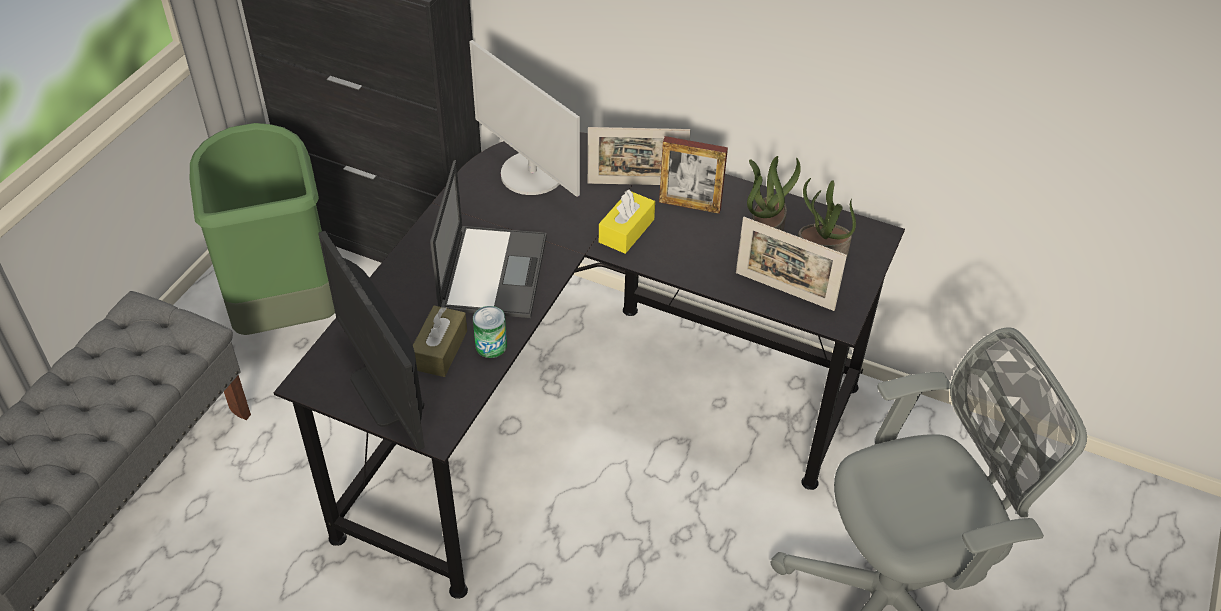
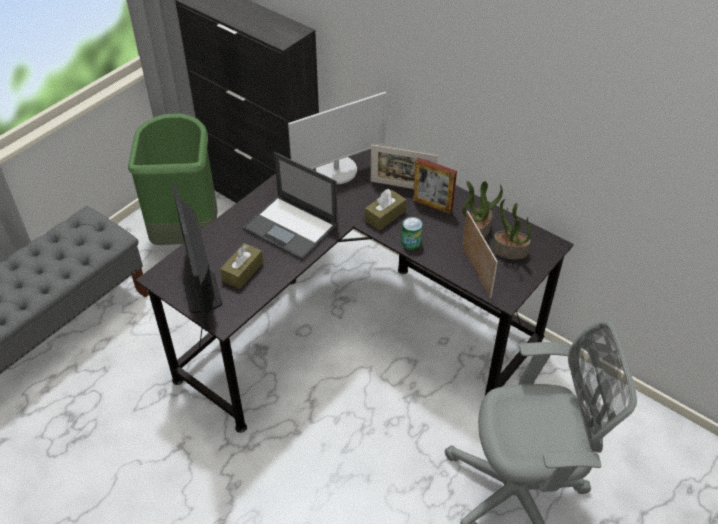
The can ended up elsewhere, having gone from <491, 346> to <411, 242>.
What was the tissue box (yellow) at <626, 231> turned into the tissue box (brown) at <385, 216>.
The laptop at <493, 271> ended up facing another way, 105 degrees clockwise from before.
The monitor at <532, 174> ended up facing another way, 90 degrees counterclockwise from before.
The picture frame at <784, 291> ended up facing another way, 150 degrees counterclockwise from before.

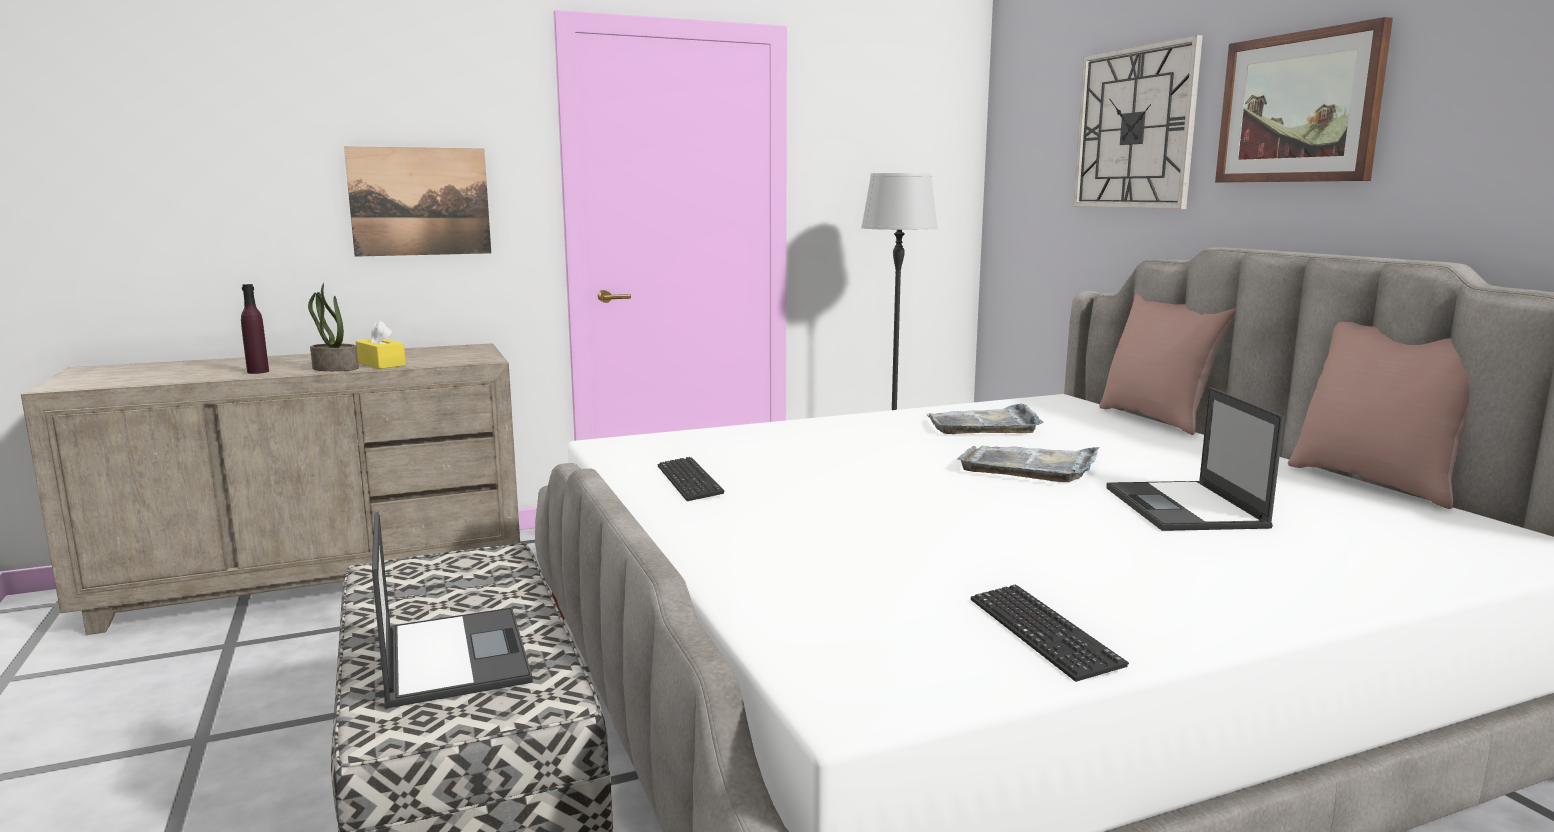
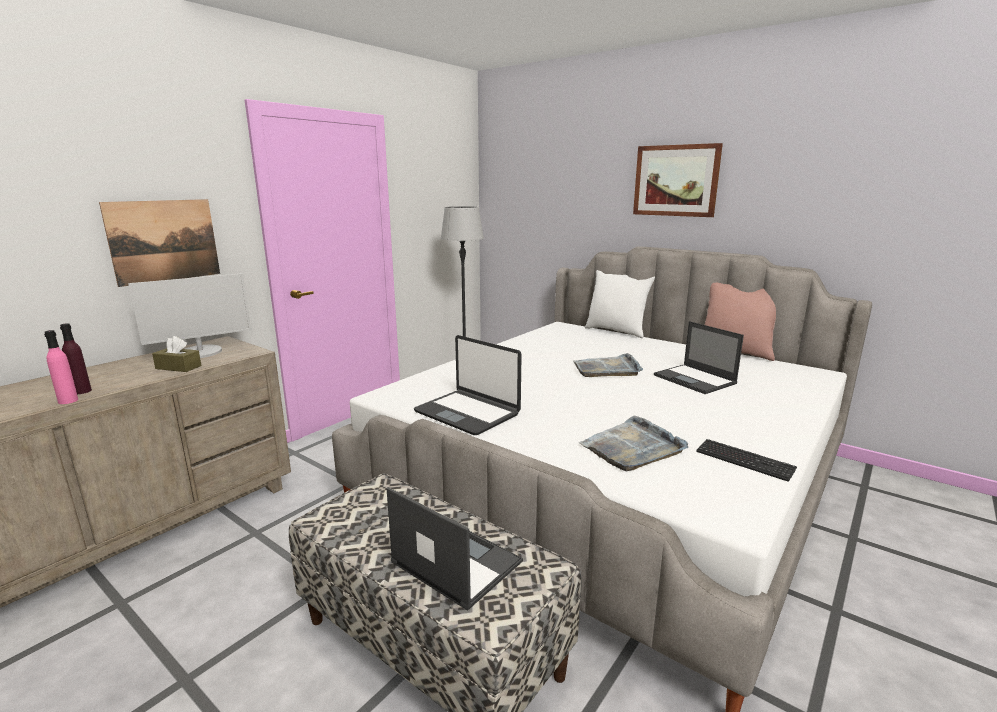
The second view lost the potted plant at <334, 368>.
The second view lost the wall clock at <1134, 128>.
The second view gained the bottle (pink) at <68, 401>.
The second view gained the monitor at <201, 352>.
The tray (grey) ended up elsewhere, having gone from <983, 425> to <633, 447>.
Where the keyboard stood at <689, 481>, the laptop came to stand at <468, 413>.
What was the tissue box (yellow) at <381, 364> turned into the tissue box (brown) at <178, 367>.
What was the pillow (pink) at <1158, 419> turned into the pillow (white) at <616, 331>.

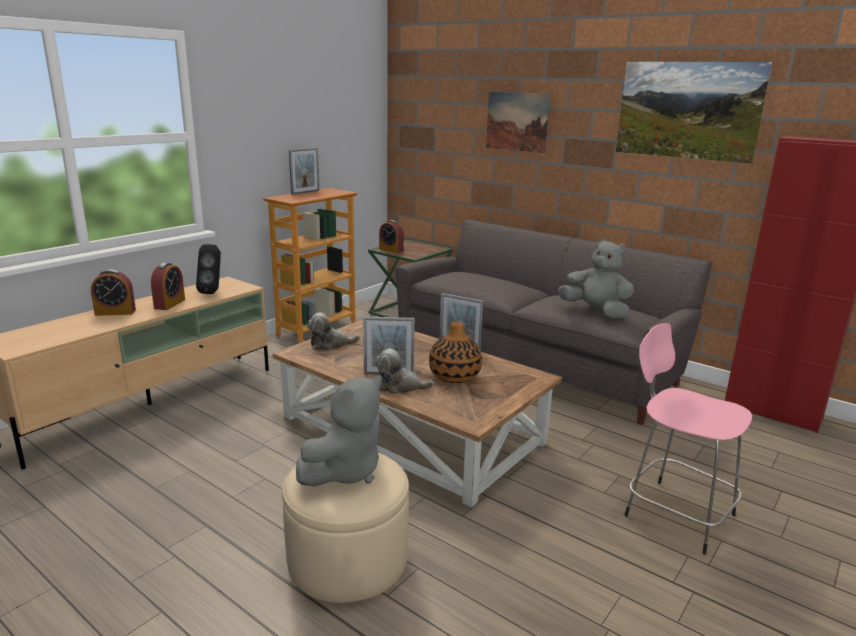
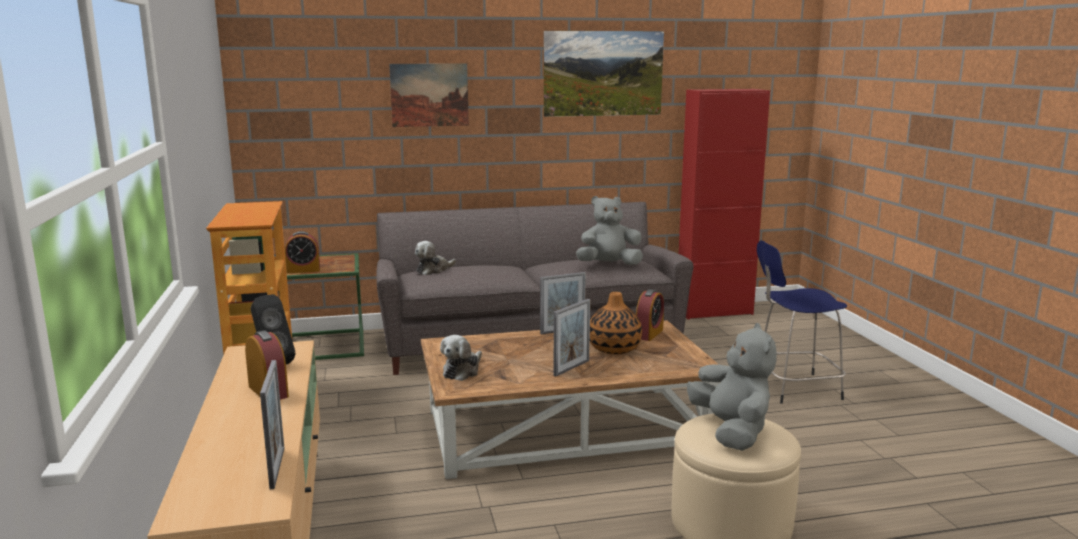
The alarm clock ended up elsewhere, having gone from <115, 312> to <649, 334>.
The picture frame ended up elsewhere, having gone from <305, 192> to <277, 468>.
The plush toy ended up elsewhere, having gone from <400, 386> to <433, 270>.
What was the stool (pink) at <675, 513> turned into the stool (blue) at <794, 388>.

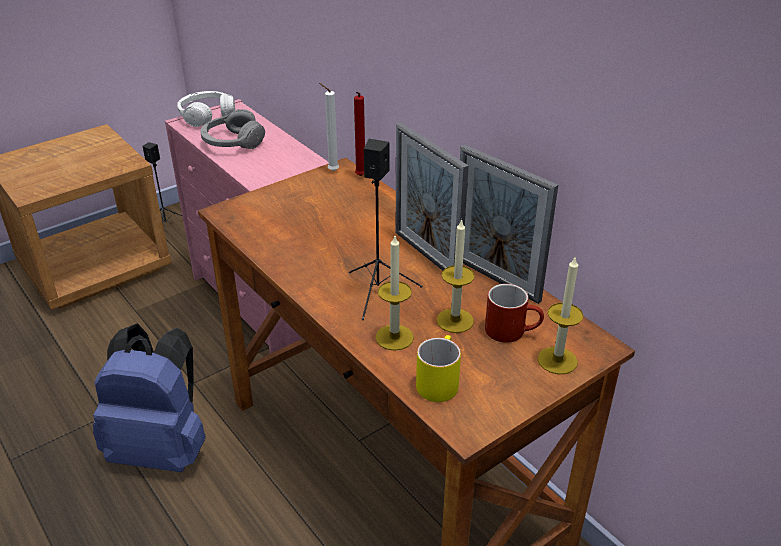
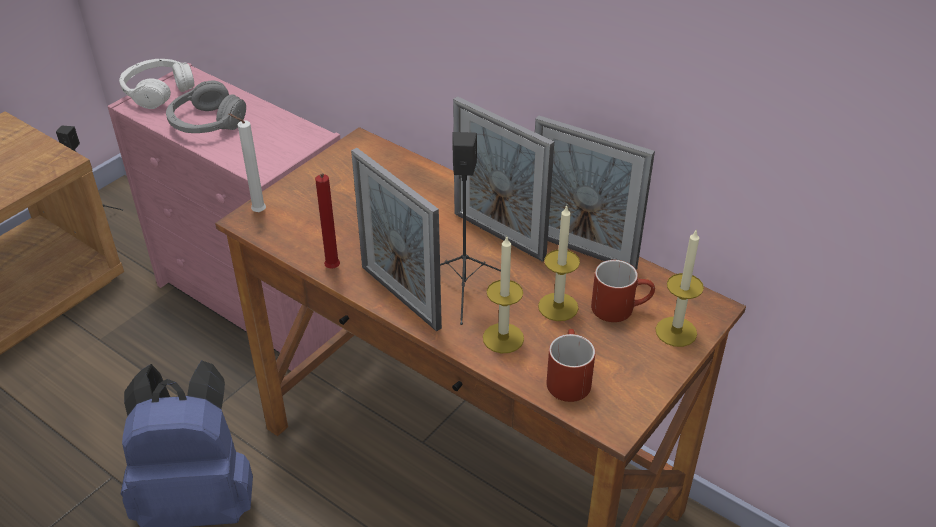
The second view gained the picture frame at <400, 297>.
The candle (white) ended up elsewhere, having gone from <331, 171> to <256, 212>.
The candle (red) ended up elsewhere, having gone from <360, 177> to <332, 270>.
What was the mug (yellow) at <438, 380> turned into the mug (red) at <566, 377>.

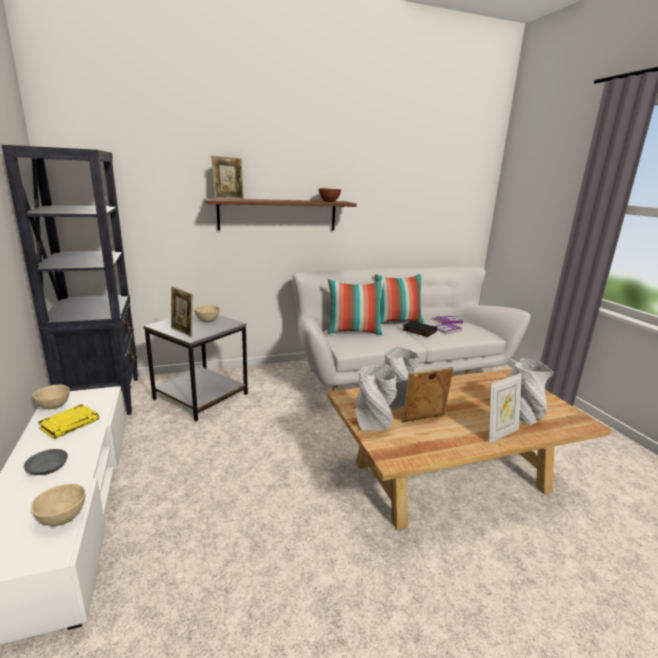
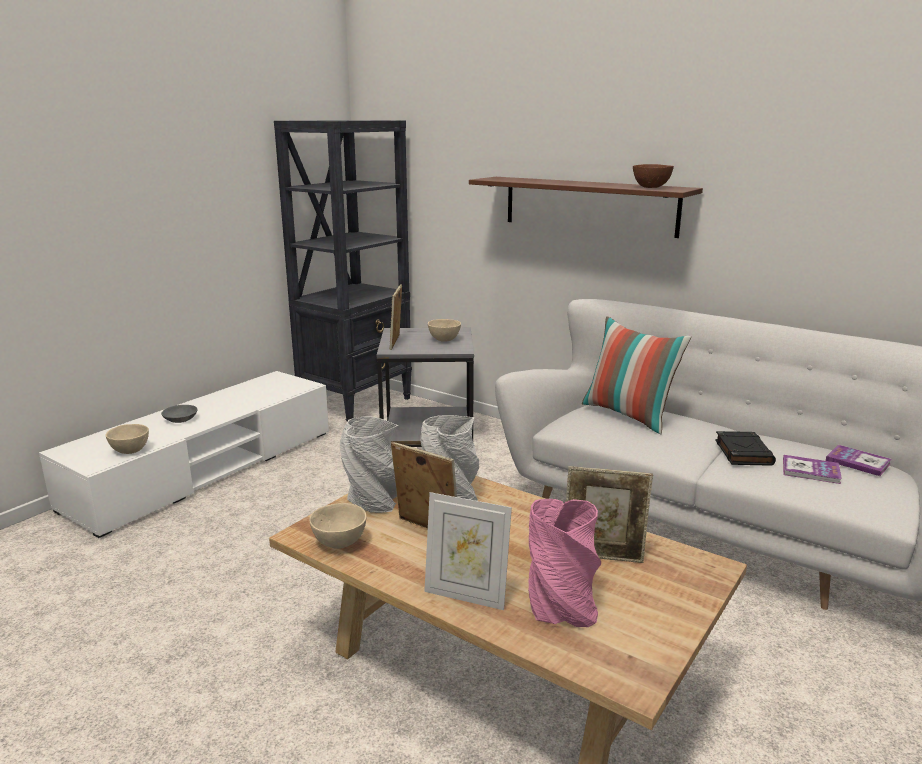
The second view lost the book (yellow) at <70, 424>.
The second view lost the pillow at <397, 321>.
The bowl (beige) ended up elsewhere, having gone from <54, 406> to <339, 544>.
The picture frame ended up elsewhere, having gone from <229, 199> to <603, 556>.
What was the vase (grey) at <523, 415> turned into the vase (pink) at <561, 607>.

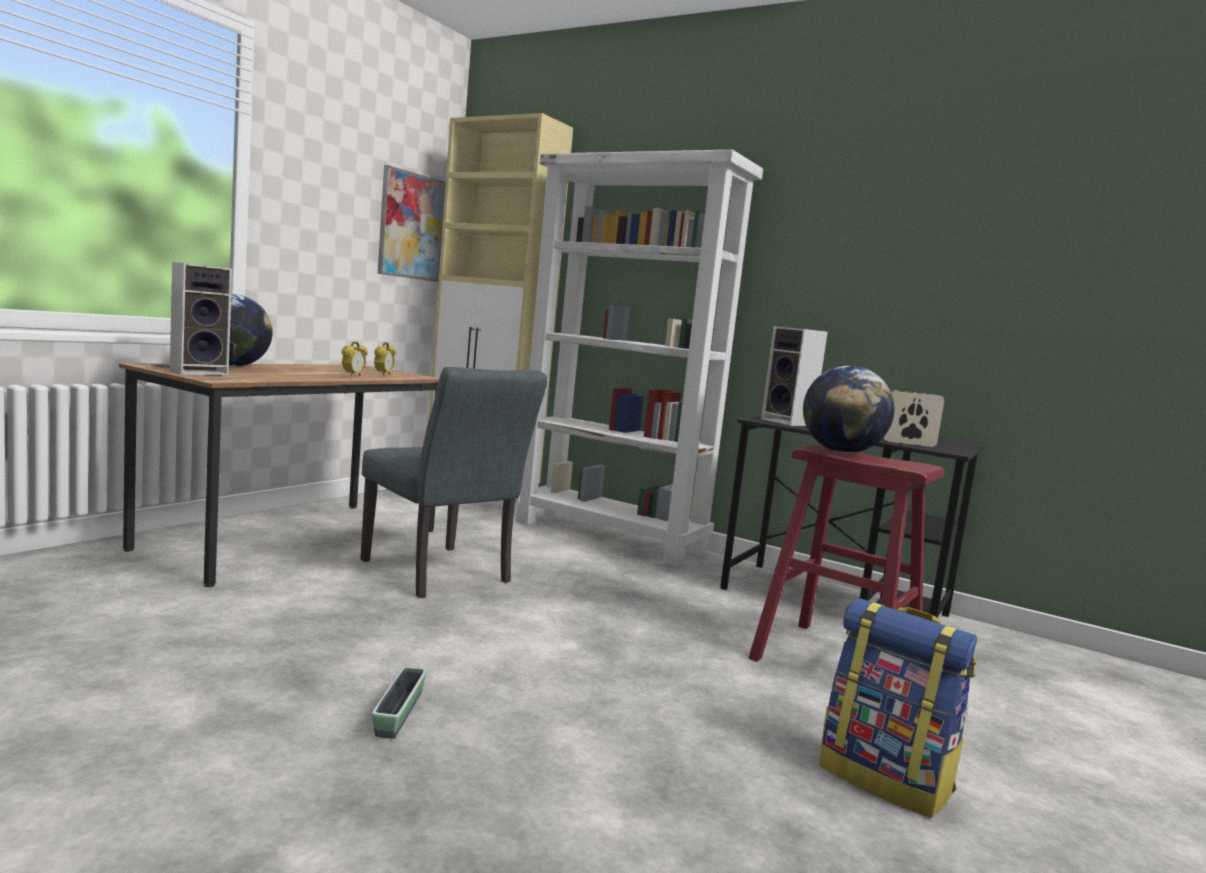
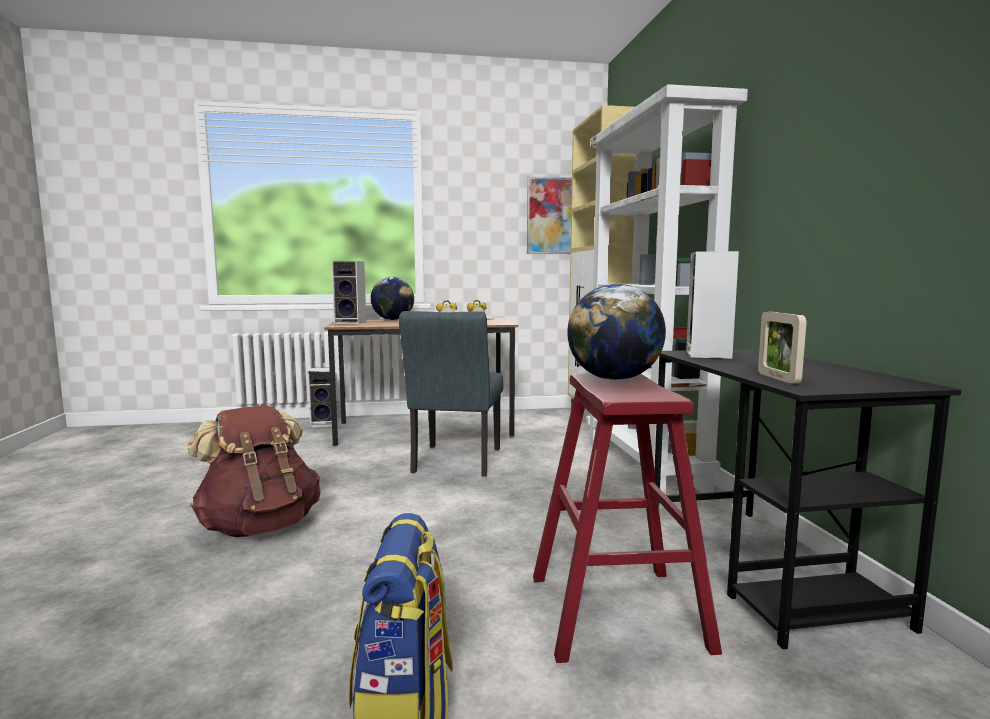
The second view gained the speaker at <324, 423>.
Where the planter stood at <399, 714>, the backpack (brown) came to stand at <260, 526>.
The picture frame at <909, 444> ended up facing another way, 150 degrees counterclockwise from before.

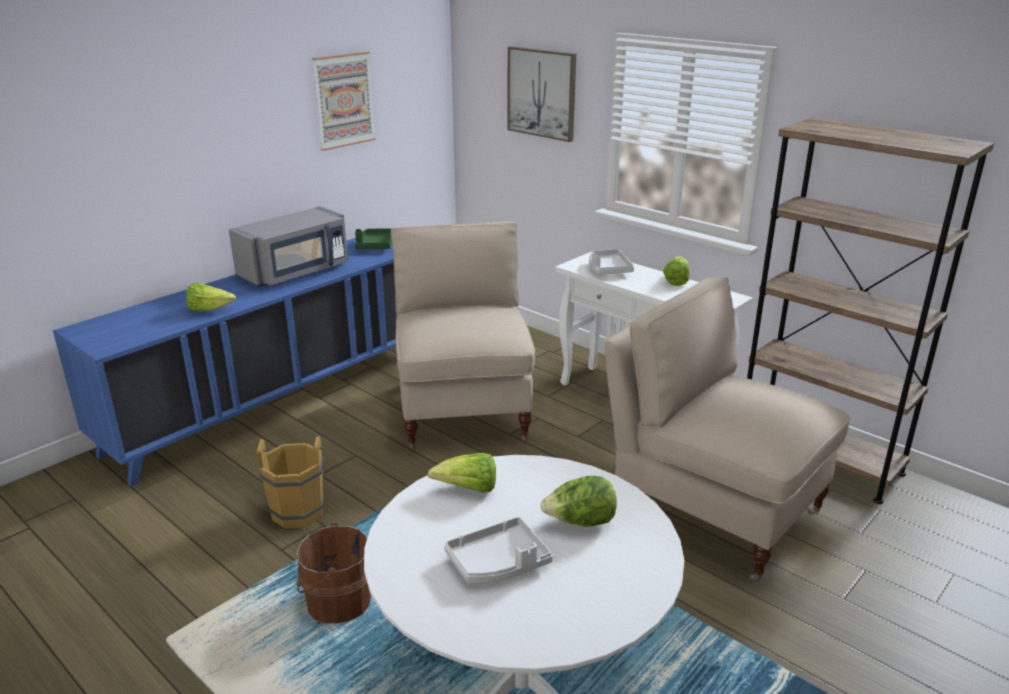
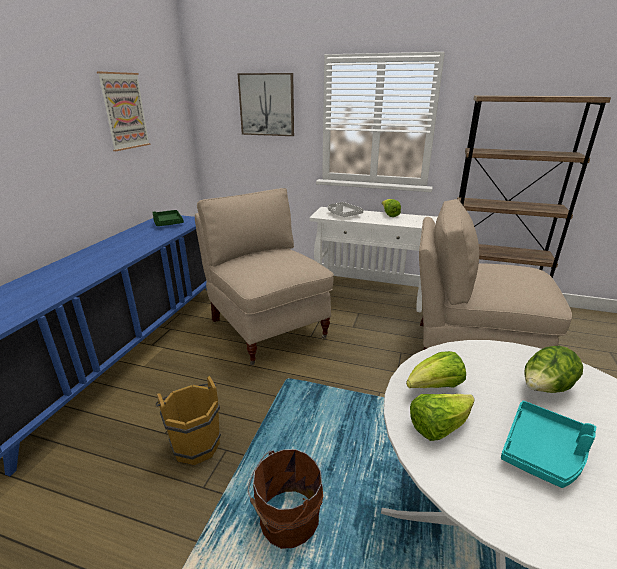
The second view lost the microwave (grey) at <296, 272>.
The lettuce ended up elsewhere, having gone from <209, 310> to <438, 427>.
What was the tray (grey) at <498, 563> turned into the tray (turquoise) at <543, 452>.

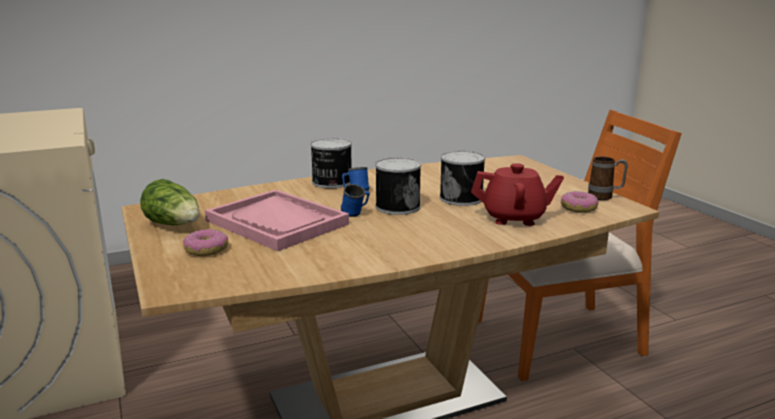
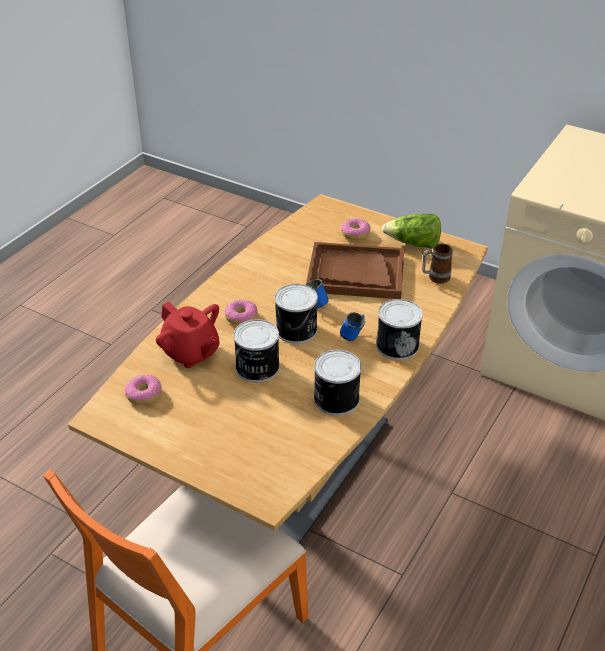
The second view gained the donut at <241, 317>.
The second view gained the can at <335, 399>.
The mug ended up elsewhere, having gone from <605, 197> to <435, 278>.
What was the tray (pink) at <277, 222> turned into the tray (brown) at <355, 273>.
The teapot (red) at <514, 218> ended up facing another way, 105 degrees counterclockwise from before.

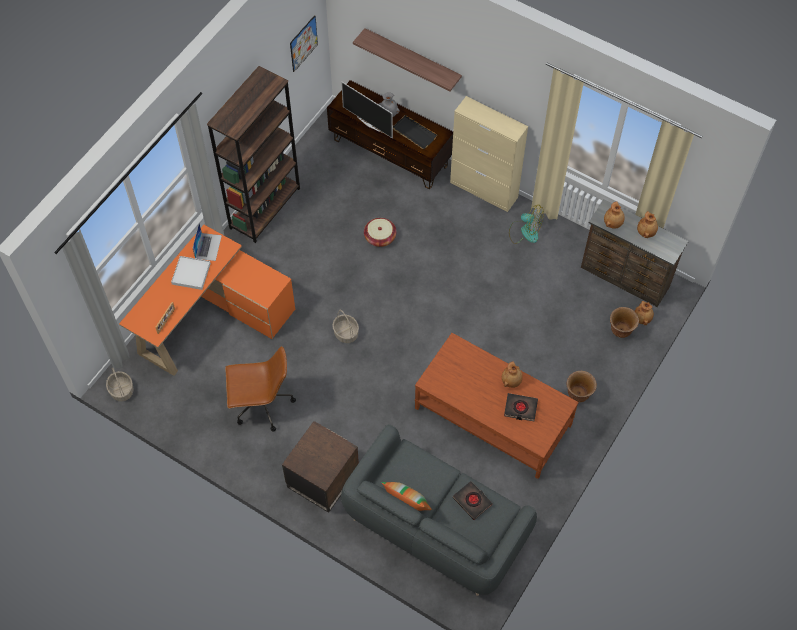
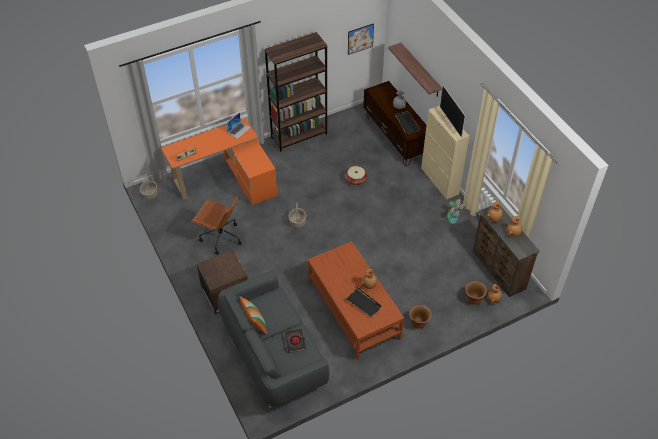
The second view lost the tray (white) at <191, 274>.
The television ended up elsewhere, having gone from <369, 124> to <452, 124>.
Where the book (black) stood at <520, 408>, the tray (black) came to stand at <363, 303>.

